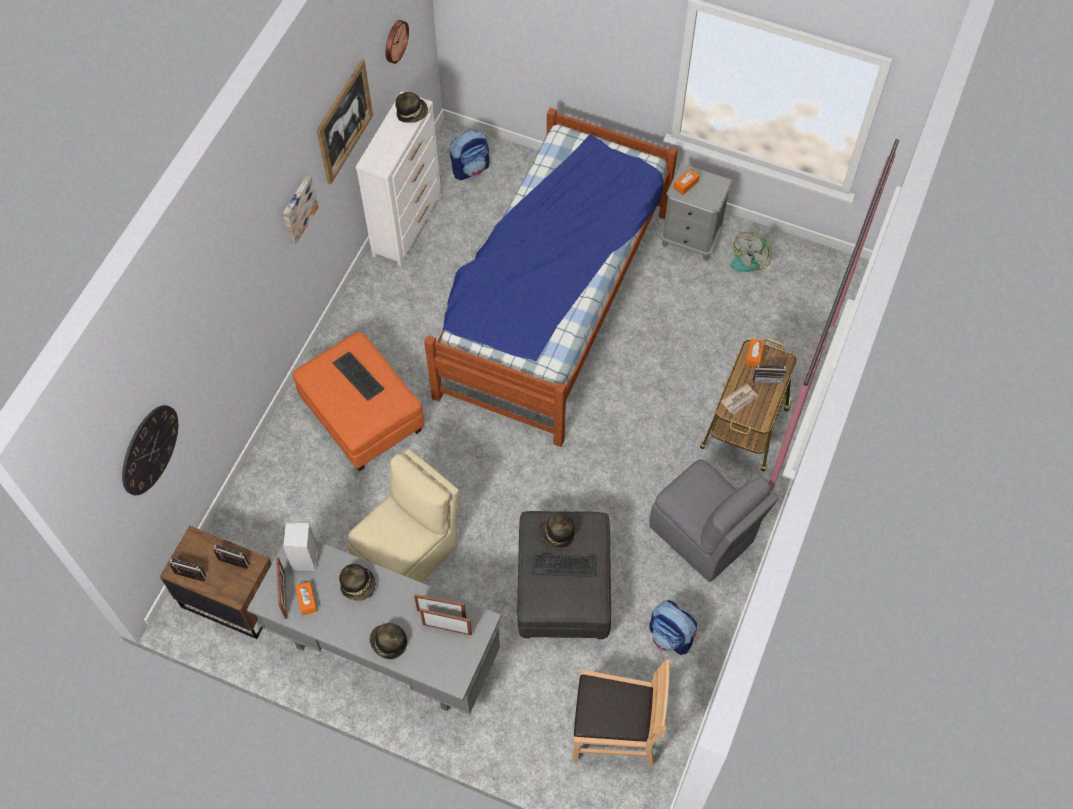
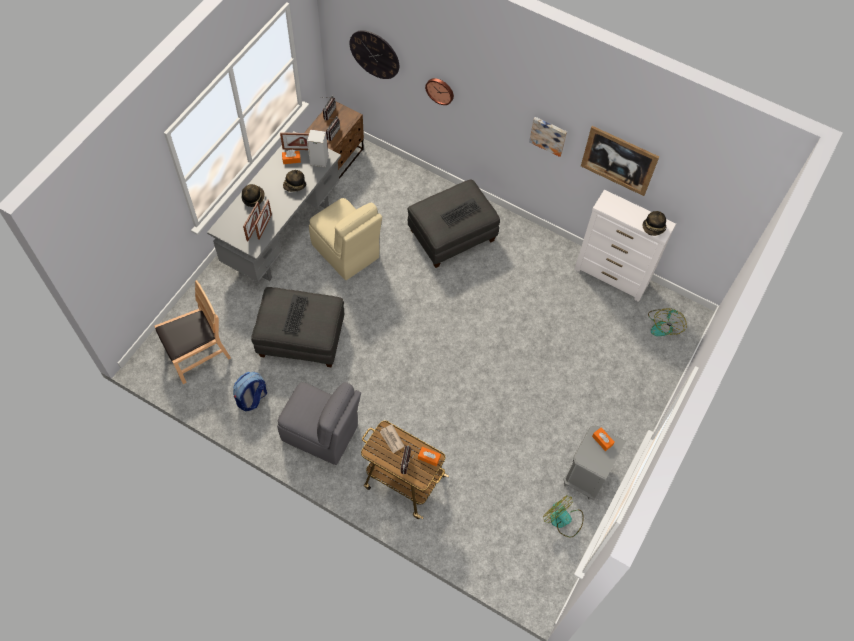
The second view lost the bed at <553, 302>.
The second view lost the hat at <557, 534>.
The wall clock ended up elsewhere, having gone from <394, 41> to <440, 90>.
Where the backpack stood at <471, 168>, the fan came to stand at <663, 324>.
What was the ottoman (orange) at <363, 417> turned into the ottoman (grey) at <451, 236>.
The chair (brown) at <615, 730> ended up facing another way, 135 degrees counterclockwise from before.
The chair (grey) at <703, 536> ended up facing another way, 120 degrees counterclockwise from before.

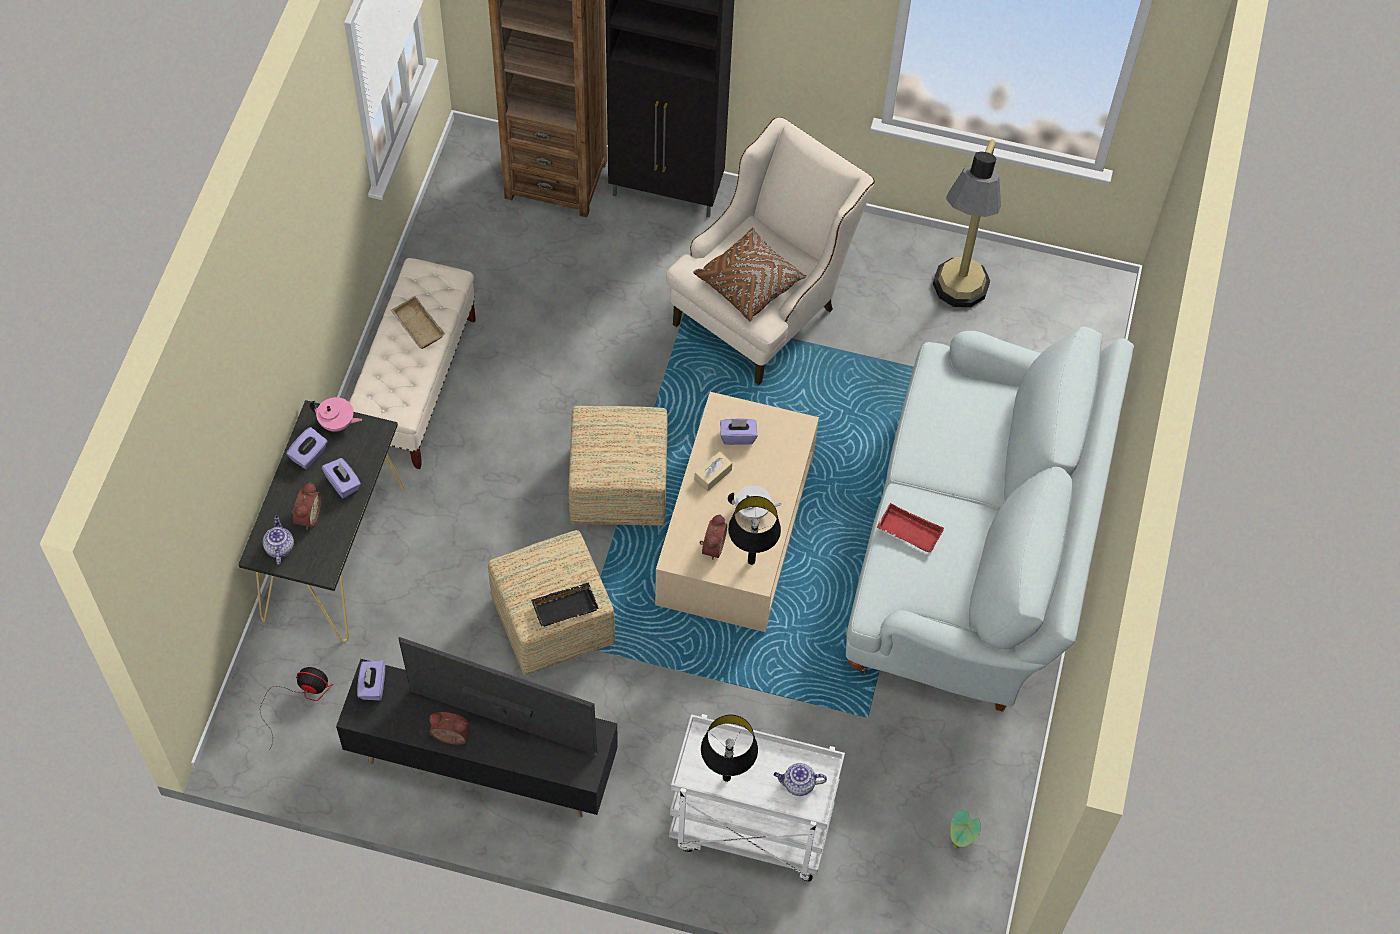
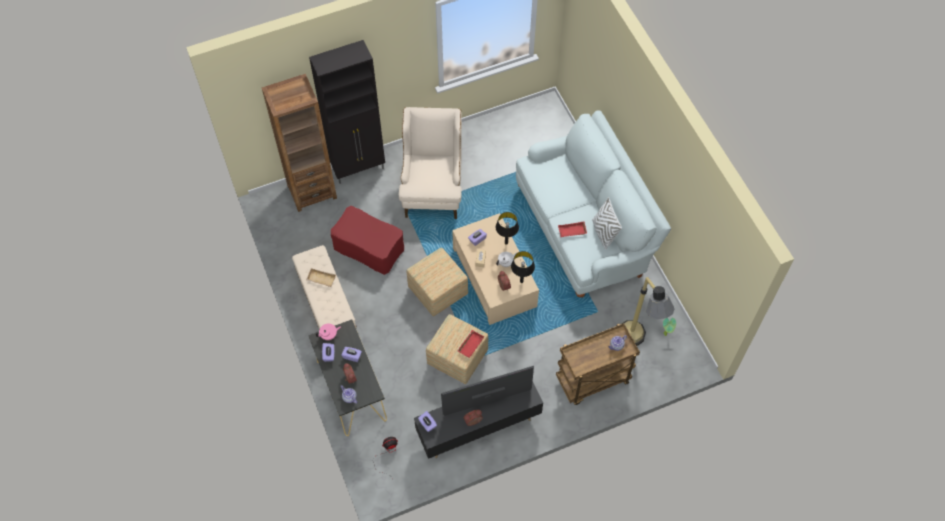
The second view lost the pillow (brown) at <749, 282>.
The second view gained the ottoman (red) at <368, 247>.
The second view gained the pillow (white) at <603, 233>.
The table lamp (black) ended up elsewhere, having gone from <727, 778> to <506, 243>.
The floor lamp ended up elsewhere, having gone from <954, 305> to <636, 345>.
What was the tray (black) at <565, 606> turned into the tray (red) at <470, 344>.
What was the cart (white) at <749, 830> turned into the cart (brown) at <592, 381>.

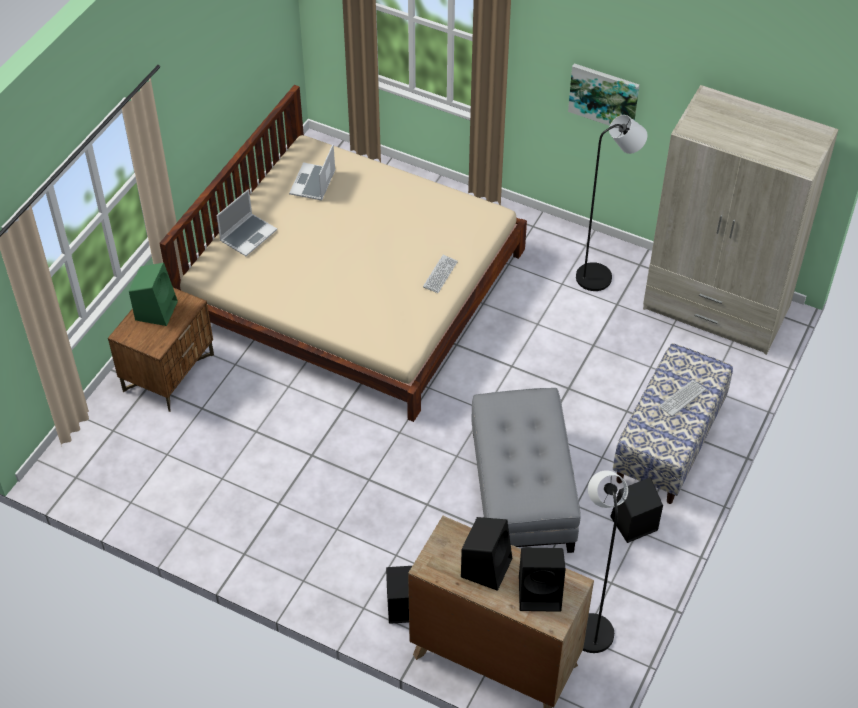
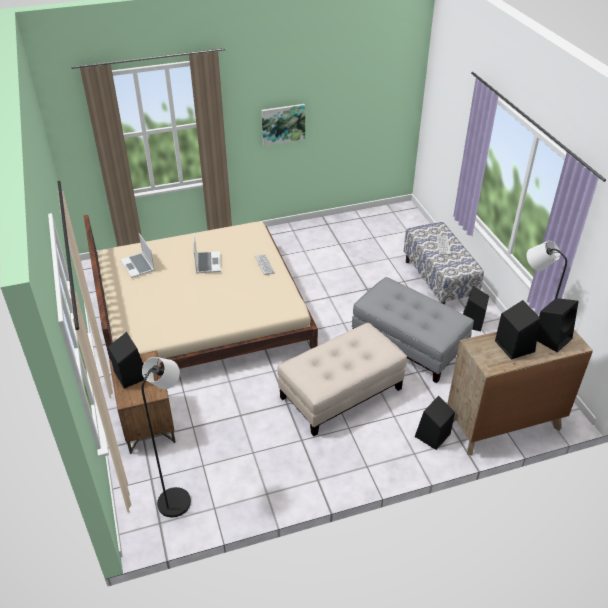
The second view lost the wardrobe (beige) at <716, 308>.
The second view gained the ottoman (beige) at <340, 392>.
The laptop ended up elsewhere, having gone from <248, 235> to <207, 263>.
The floor lamp (black) ended up elsewhere, having gone from <600, 276> to <178, 497>.
What was the speaker (green) at <156, 309> turned into the speaker (black) at <130, 374>.

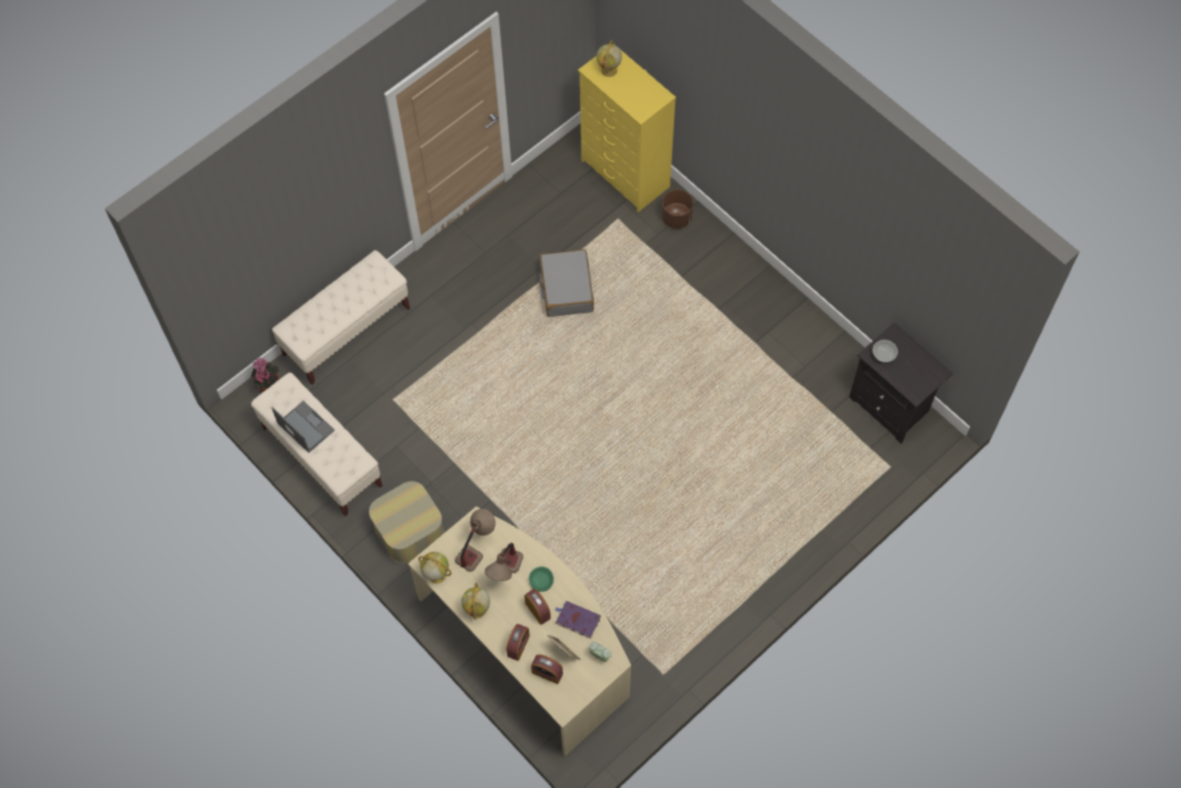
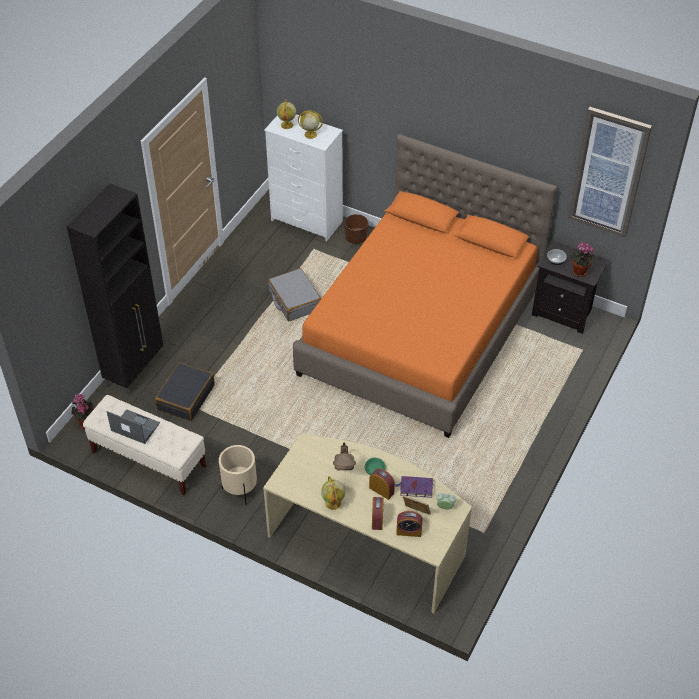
The second view lost the table lamp at <476, 547>.
The second view gained the suitcase (black) at <185, 397>.
The second view gained the bed (orange) at <421, 331>.
The second view gained the picture at <608, 172>.
The second view gained the potted plant at <578, 272>.
The globe ended up elsewhere, having gone from <436, 574> to <310, 134>.
Where the bench (beige) stood at <347, 331>, the cabinet (black) came to stand at <135, 370>.
Where the ottoman stood at <409, 530>, the planter (beige) came to stand at <240, 490>.
What was the dresser (yellow) at <625, 175> turned into the dresser (white) at <307, 221>.

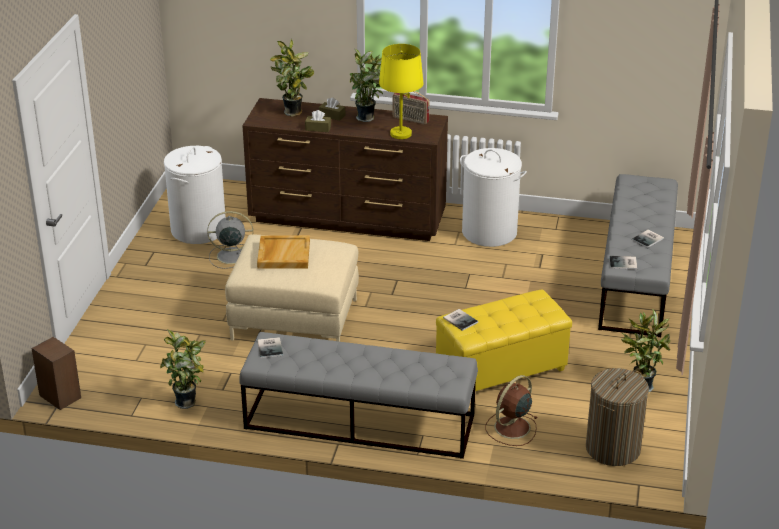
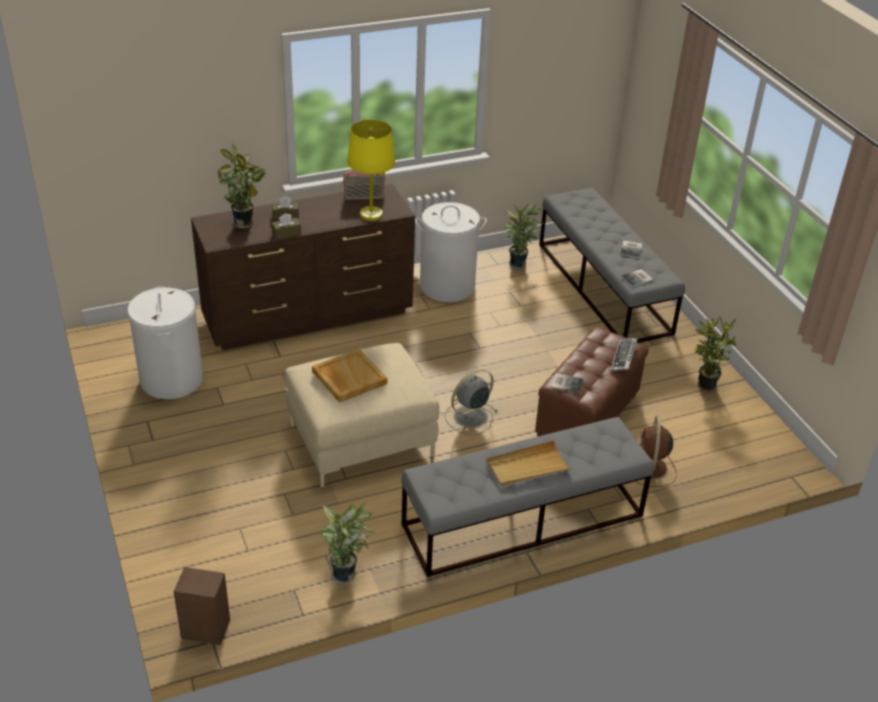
The second view lost the book at <271, 347>.
The second view lost the laundry basket at <613, 448>.
The second view gained the tray (beige) at <527, 467>.
The second view gained the keyboard at <624, 357>.
The fan (grey) ended up elsewhere, having gone from <230, 256> to <469, 417>.
The potted plant ended up elsewhere, having gone from <367, 117> to <518, 263>.
What was the ottoman (yellow) at <501, 371> turned into the ottoman (brown) at <588, 417>.

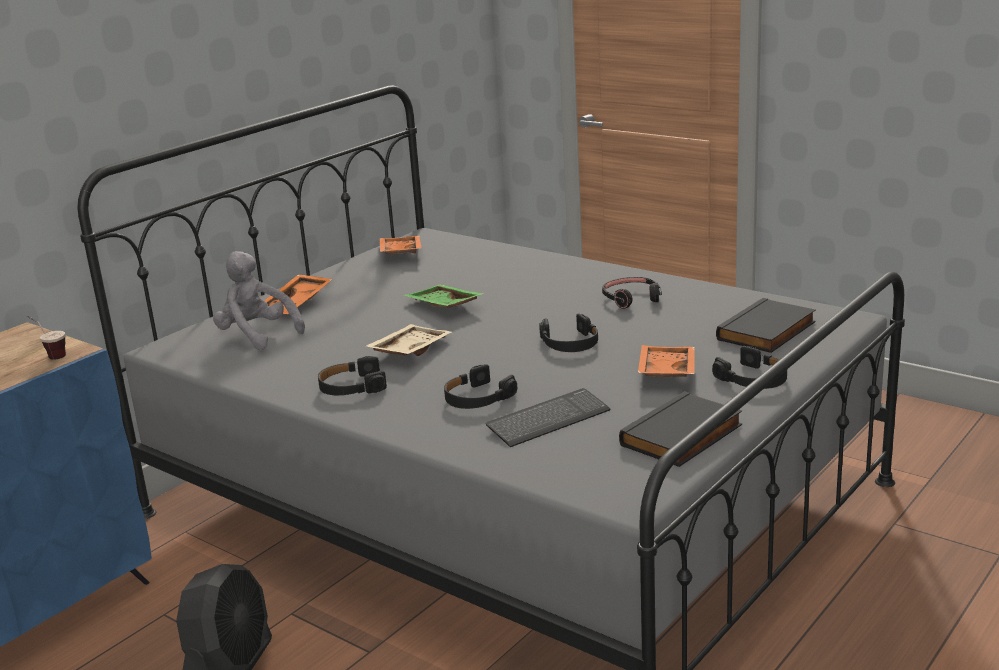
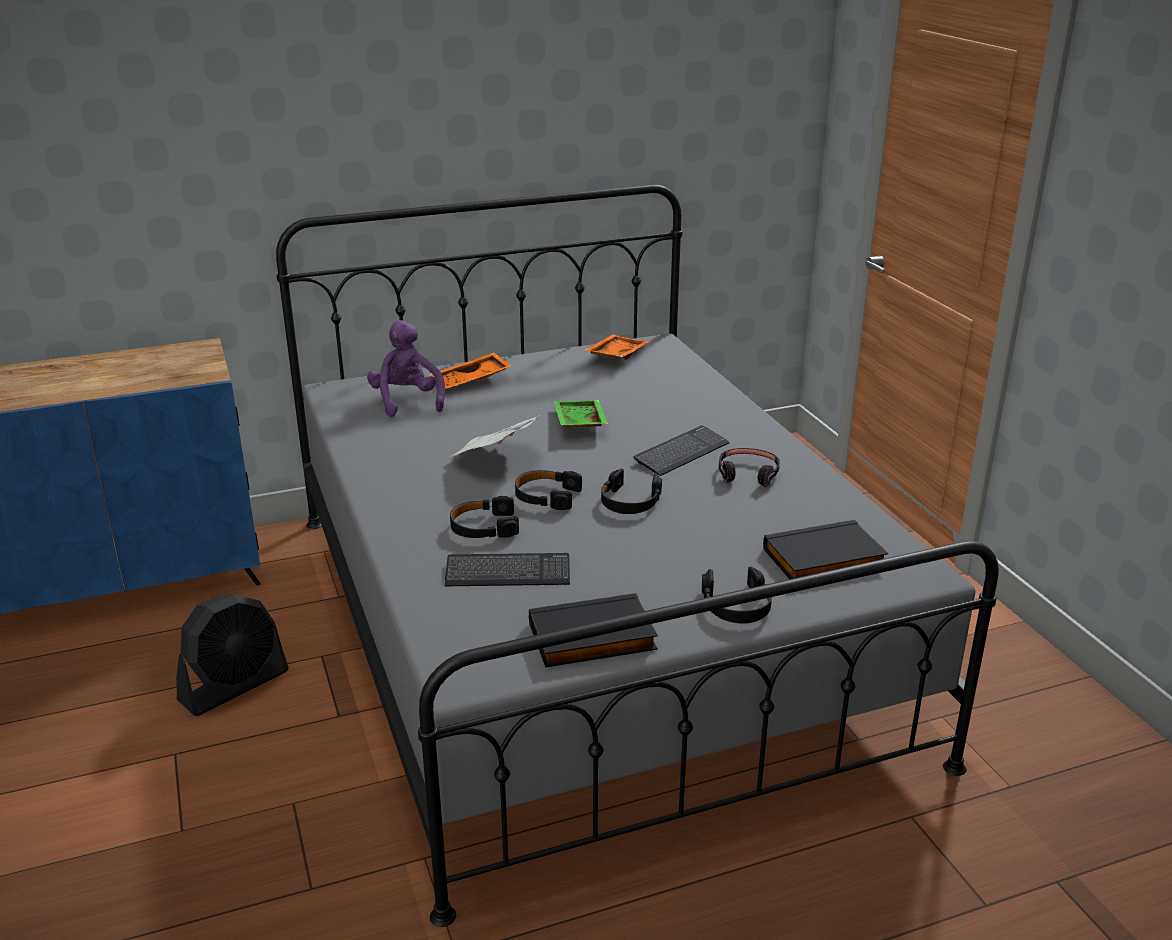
The second view lost the cup at <50, 355>.
The second view lost the tray (orange) at <665, 372>.
The second view gained the keyboard at <681, 453>.
The headphones (black) ended up elsewhere, having gone from <352, 387> to <546, 496>.
Where the tray (beige) stood at <409, 350>, the newspaper came to stand at <495, 458>.
What was the plush toy (grey) at <257, 335> turned into the plush toy (purple) at <407, 401>.

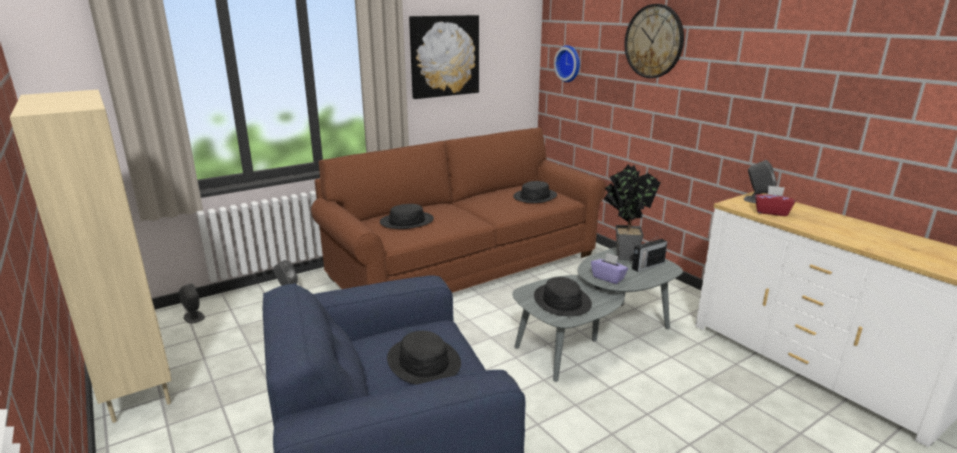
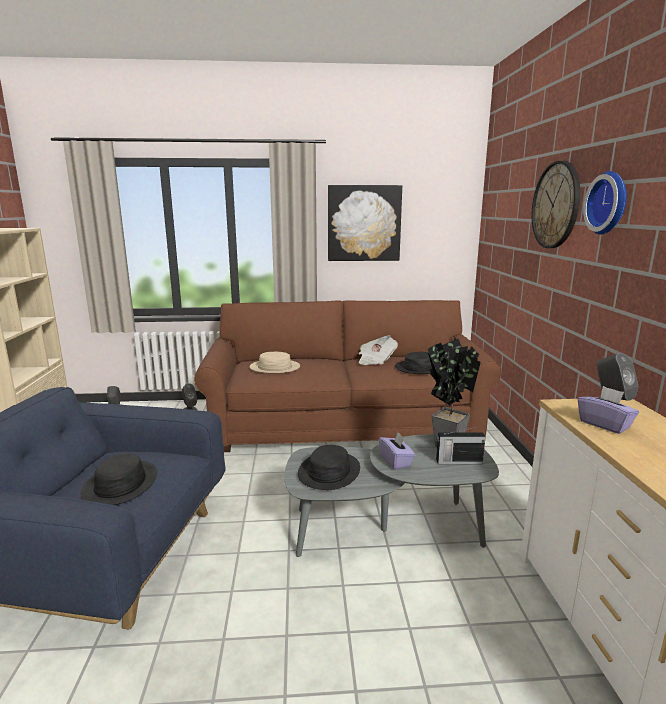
The second view gained the newspaper at <375, 360>.
The wall clock ended up elsewhere, having gone from <569, 63> to <609, 203>.
What was the hat (black) at <407, 221> turned into the hat (beige) at <275, 367>.
What was the tissue box (red) at <771, 212> turned into the tissue box (purple) at <604, 424>.

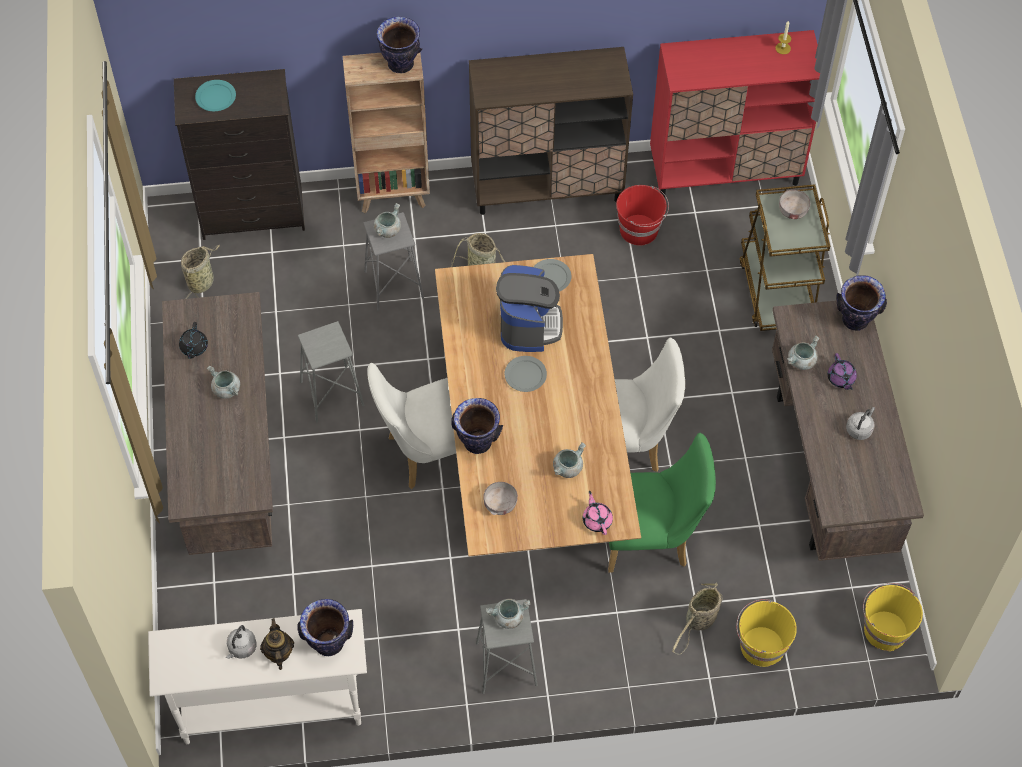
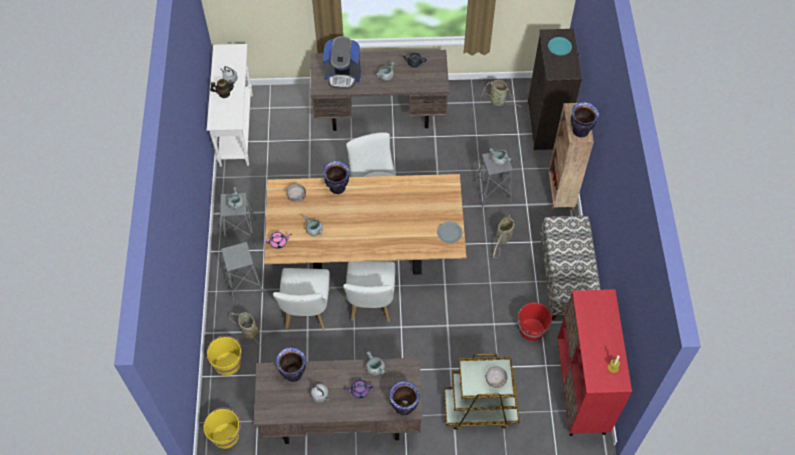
The second view lost the plate (grey) at <526, 375>.
The vase ended up elsewhere, having gone from <329, 642> to <293, 373>.
The stool (grey) ended up elsewhere, having gone from <331, 394> to <244, 283>.
The coffee machine ended up elsewhere, having gone from <528, 325> to <343, 75>.
Where the cabinet (brown) stood at <547, 187>, the bench came to stand at <566, 279>.
What was the chair (green) at <652, 538> turned into the chair (white) at <306, 313>.

